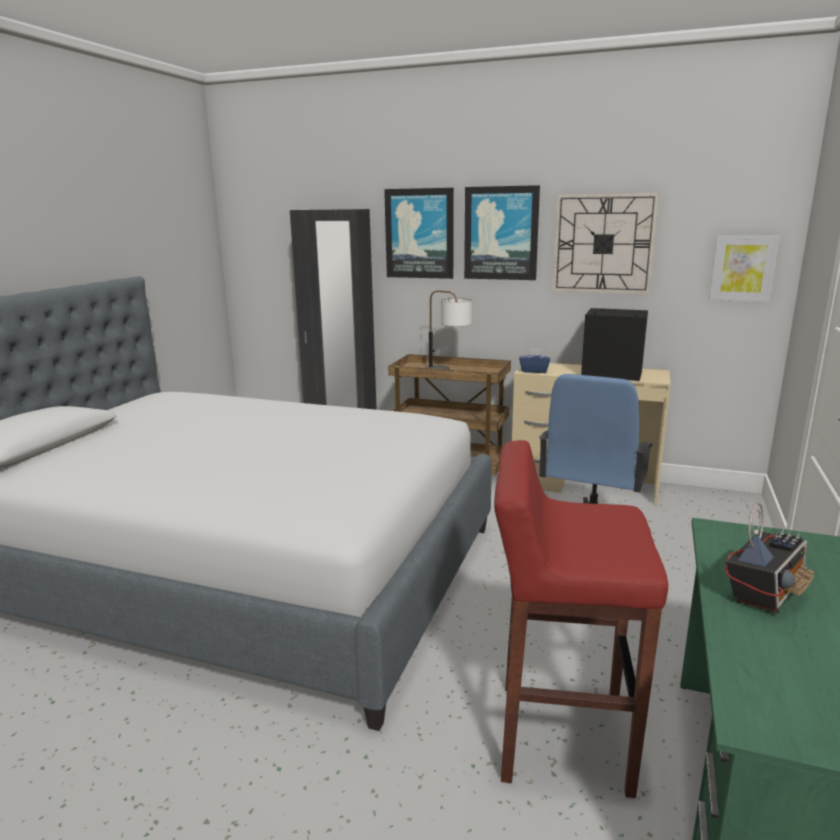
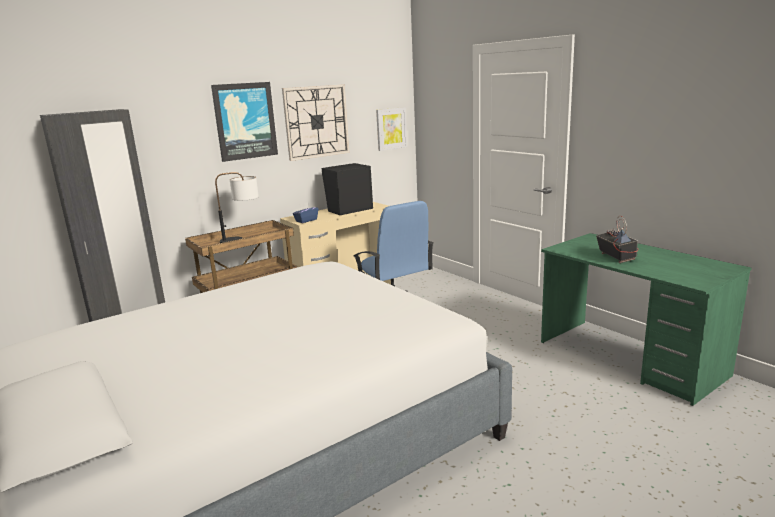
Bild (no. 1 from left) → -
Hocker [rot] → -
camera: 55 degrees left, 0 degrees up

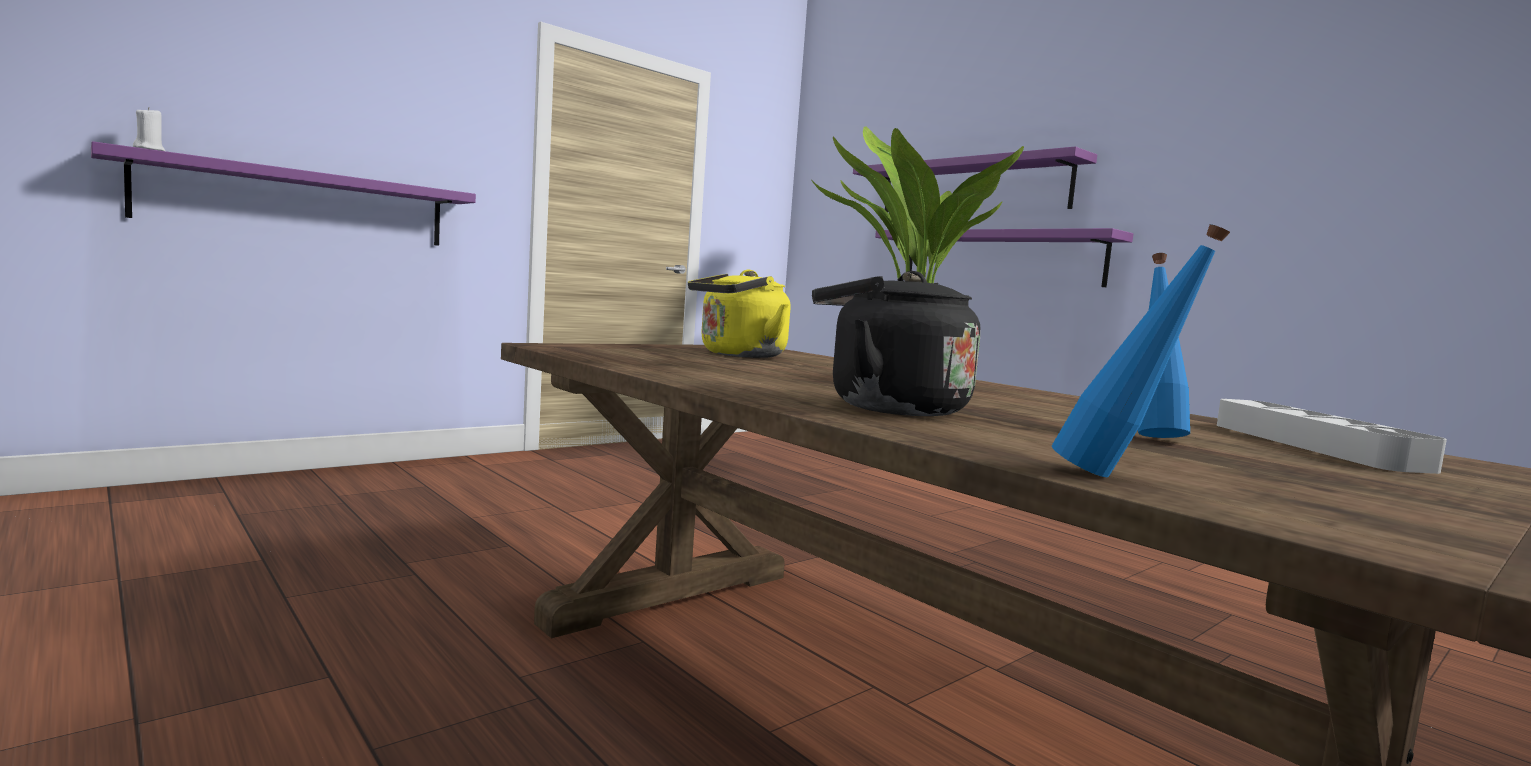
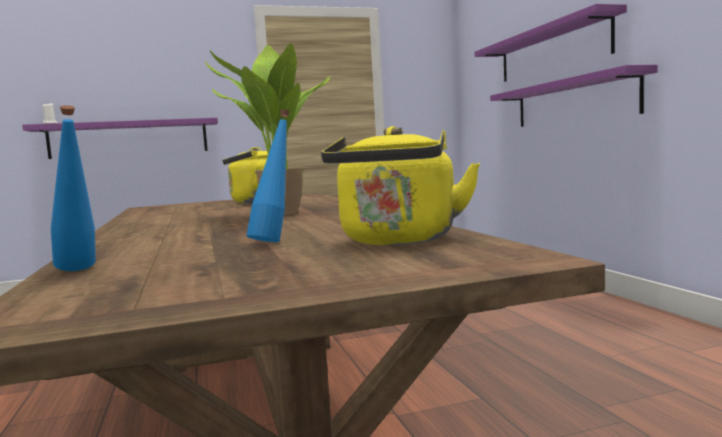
Tablett [grau] → Wasserkessel [gelb] (no. 2 from left)
Wasserkessel [schwarz] → -
camera: 25 degrees right, 0 degrees up

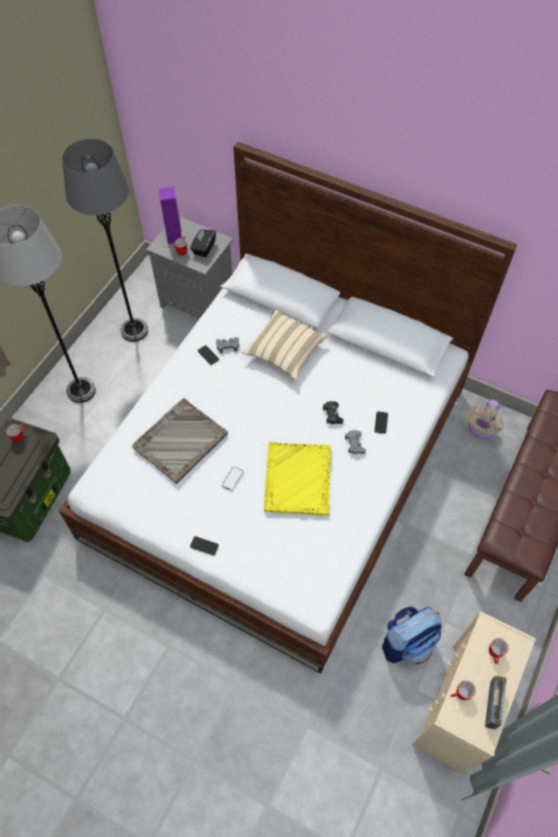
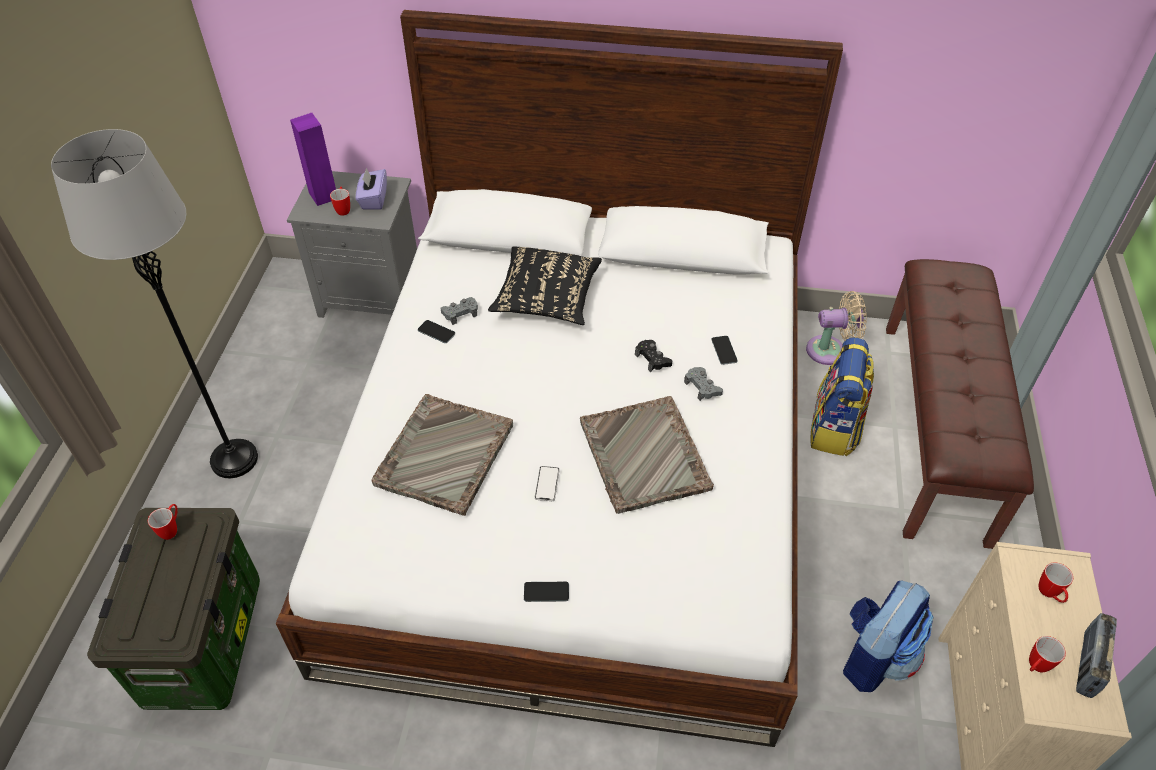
Taschentuchbox [schwarz] → Taschentuchbox [lila]
Kissen [beige] → Kissen [schwarz]
Tablett [gelb] → Tablett [grau] (no. 2 from left)
Ventilator [beige], 105 degrees counterclockwise
- → Rucksack (no. 1 from left)
Radio, 150 degrees counterclockwise
Stehlampe [grau] (no. 2 from left) → -
camera: 20 degrees left, 10 degrees down

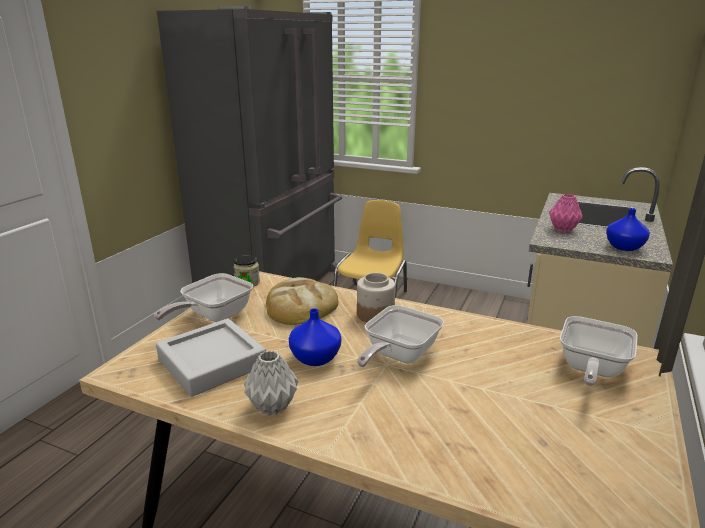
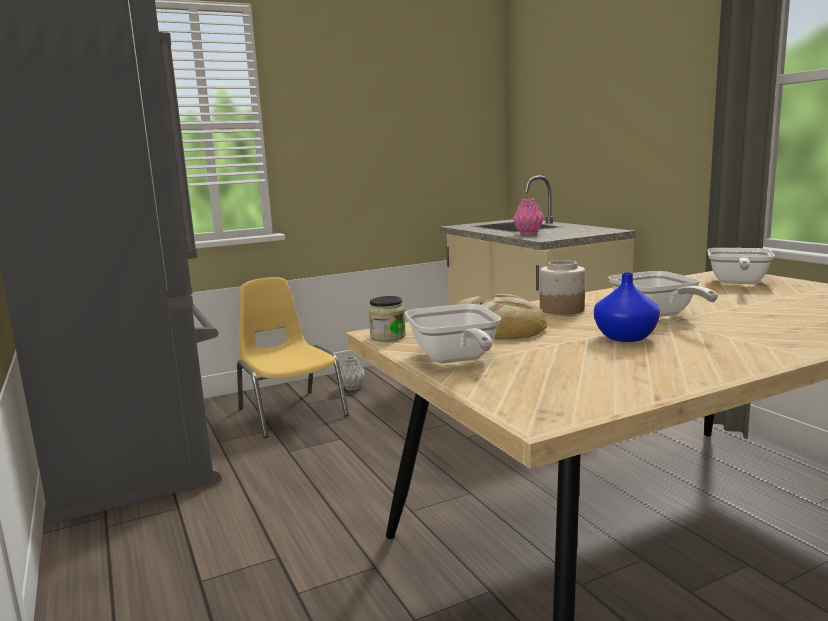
Vase [grau], shifted
Pfanne (no. 3 from left), 45 degrees clockwise
Tablett [grau] → -
Vase [blau] (no. 2 from left) → -
camera: 50 degrees left, 10 degrees down

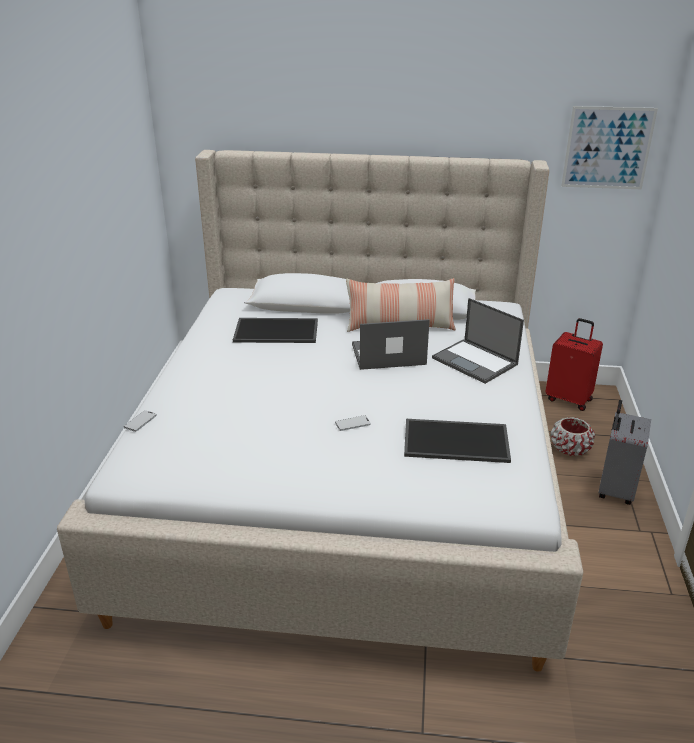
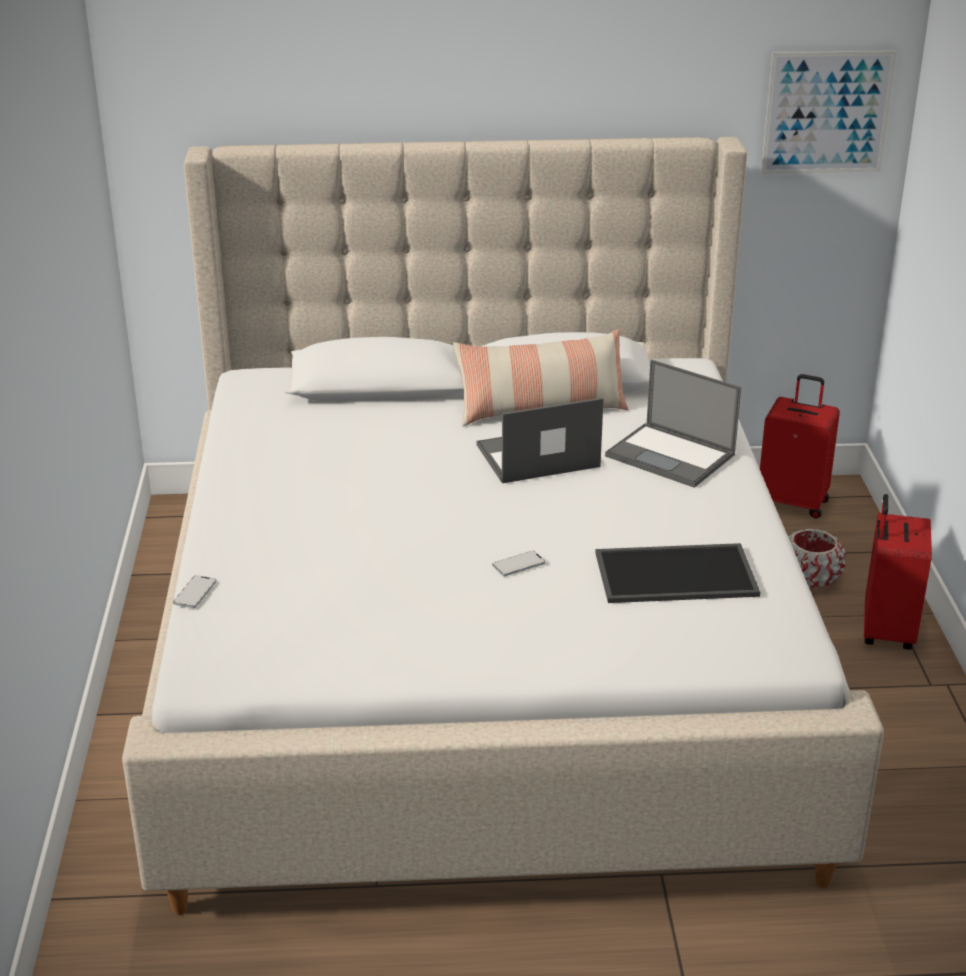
Koffer [grau] → Koffer [rot] (no. 2 from left)
Tablett (no. 1 from left) → -
camera: 10 degrees left, 0 degrees up

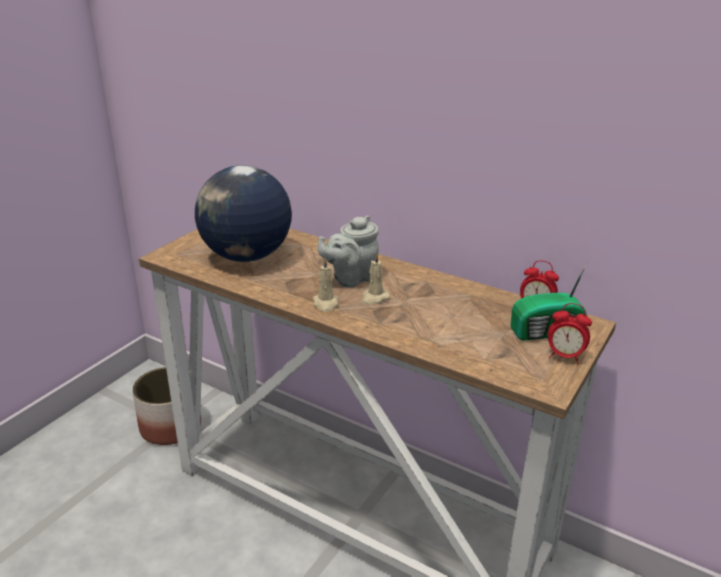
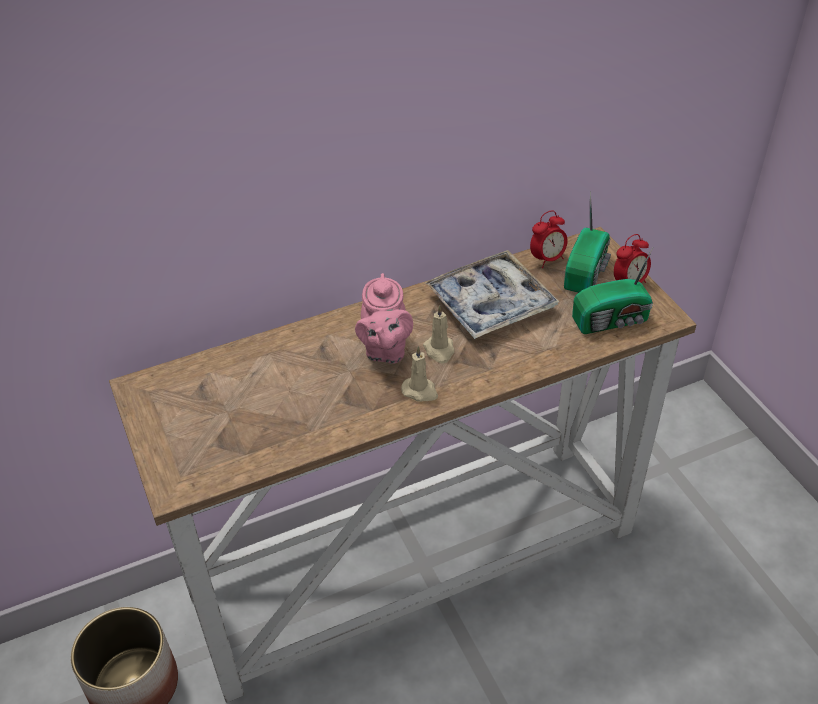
Teekanne [grau] → Teekanne [rosa]
- → Tablett
- → Radio (no. 2 from left)
Globus → -
camera: 55 degrees left, 15 degrees up

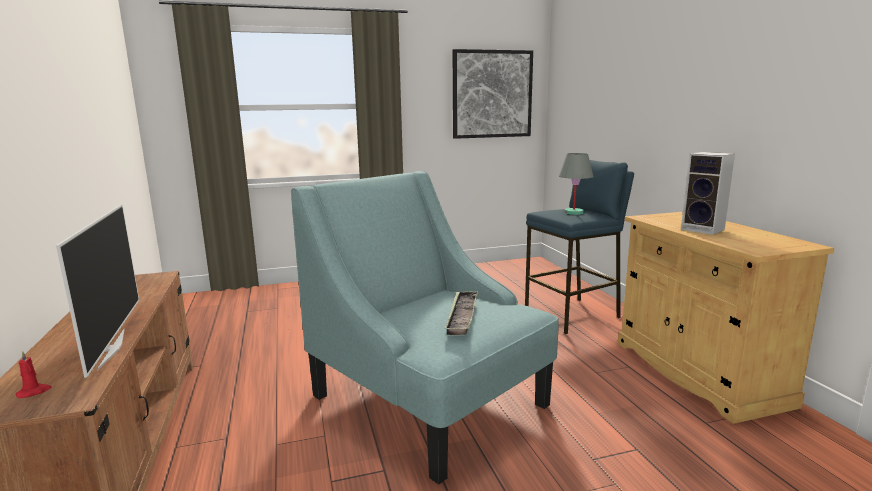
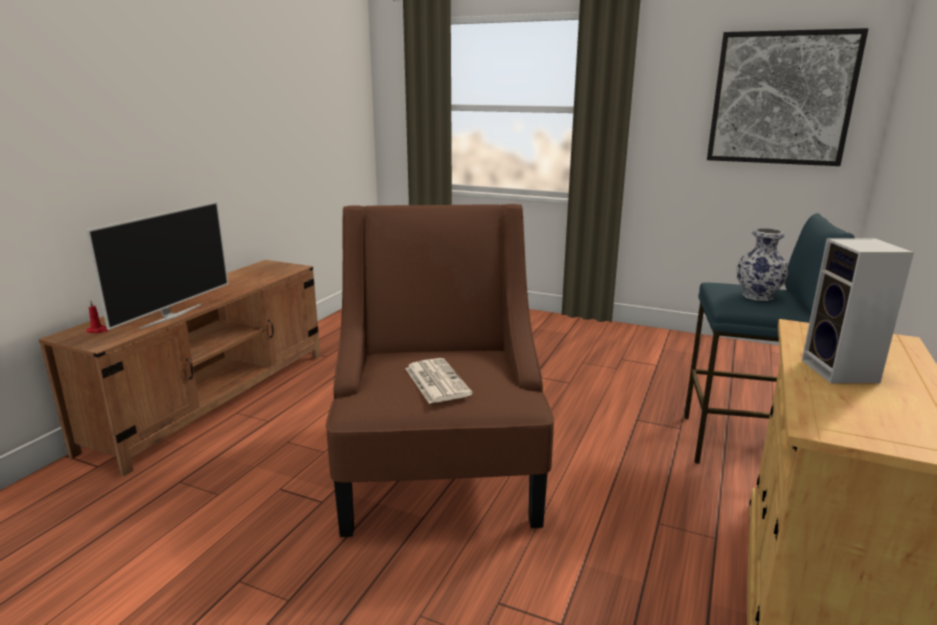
Sessel [türkis] → Sessel [braun]
Tablett → Zeitung
Tischlampe [grau] → Vase
camera: 40 degrees right, 5 degrees up

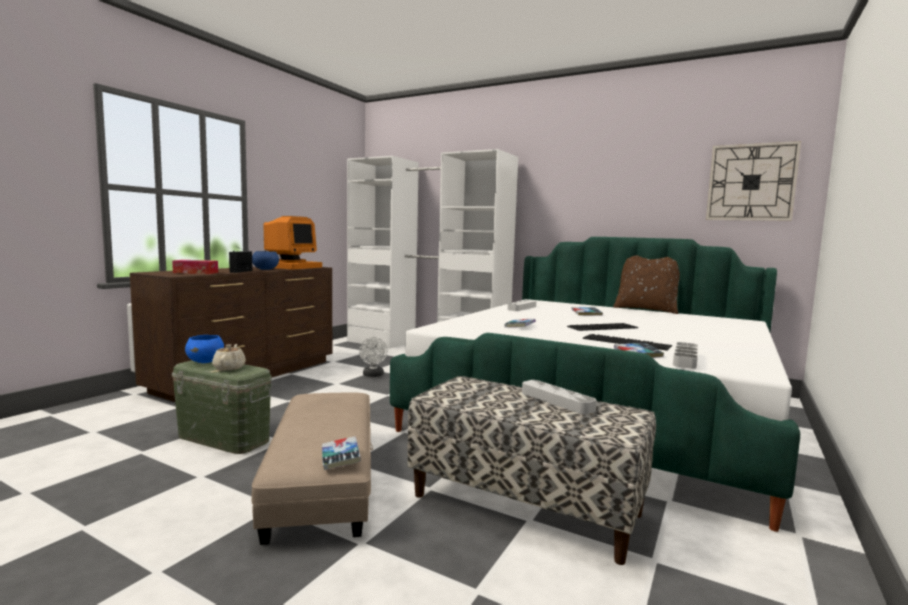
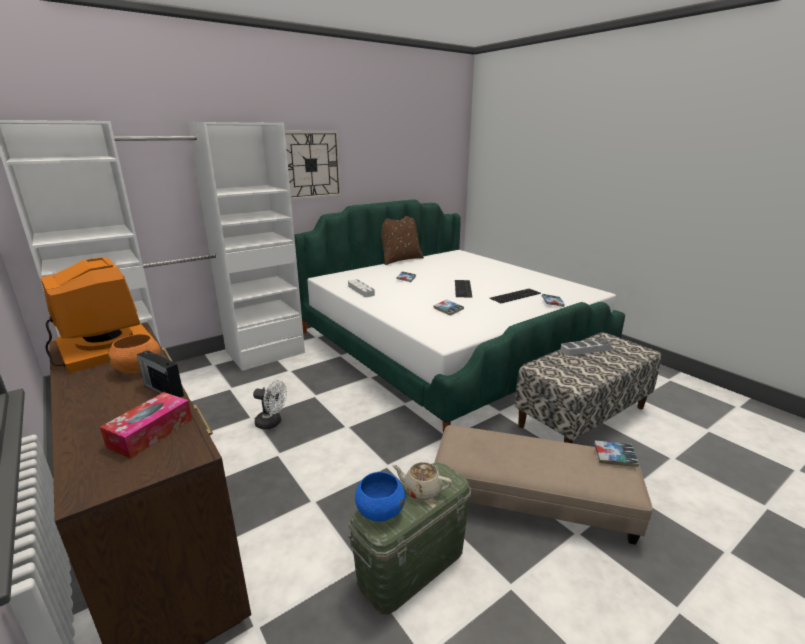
Schüssel [blau] (no. 2 from left) → Schüssel [orange]
Wanduhr, shifted
Tablett [grau] (no. 3 from left) → -
camera: 65 degrees left, 15 degrees up

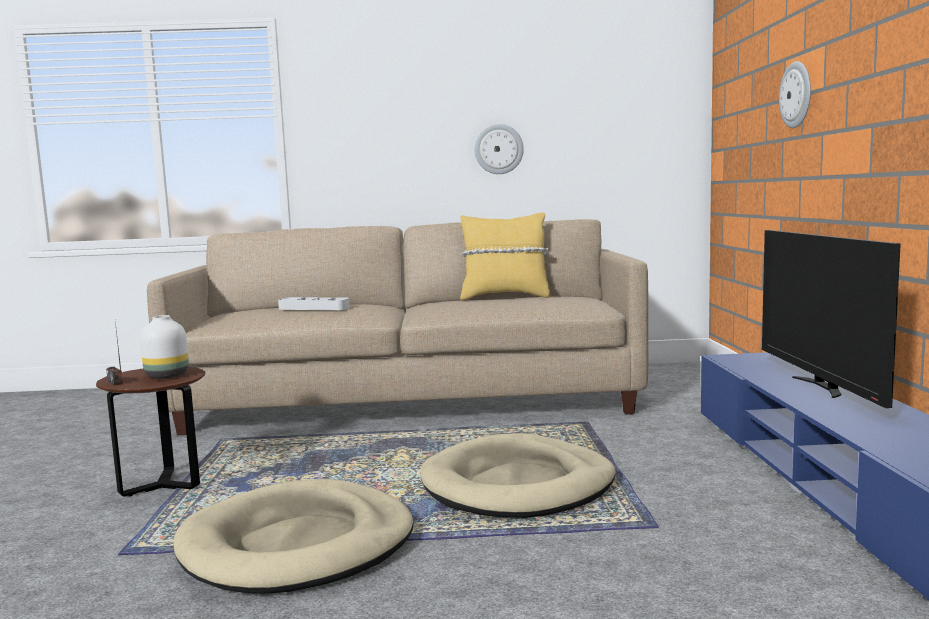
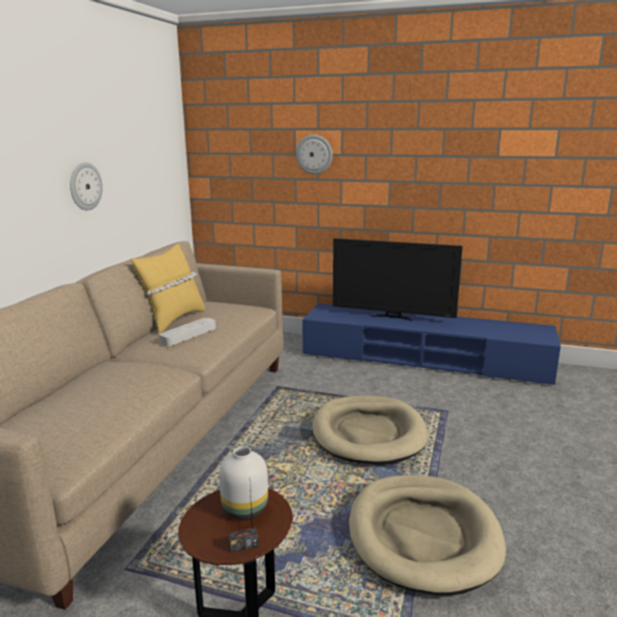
Tablett [grau], shifted
camera: 70 degrees left, 10 degrees up

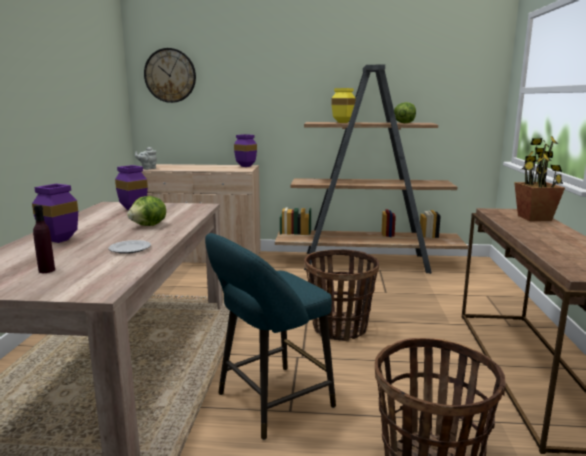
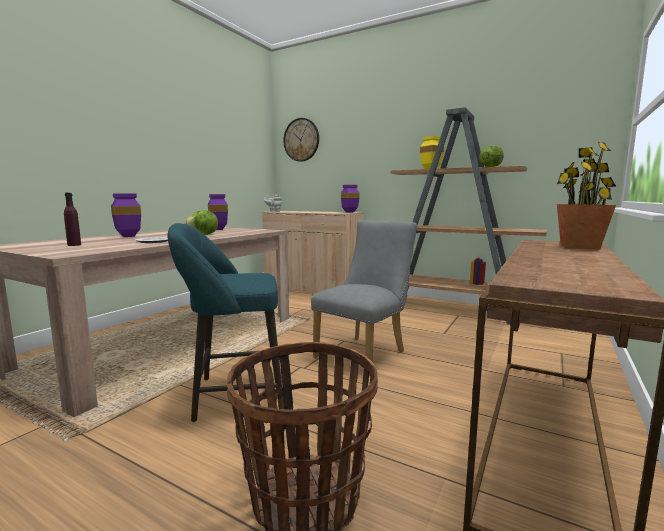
Korb (no. 1 from left) → Stuhl [grau]
camera: 25 degrees right, 5 degrees down

